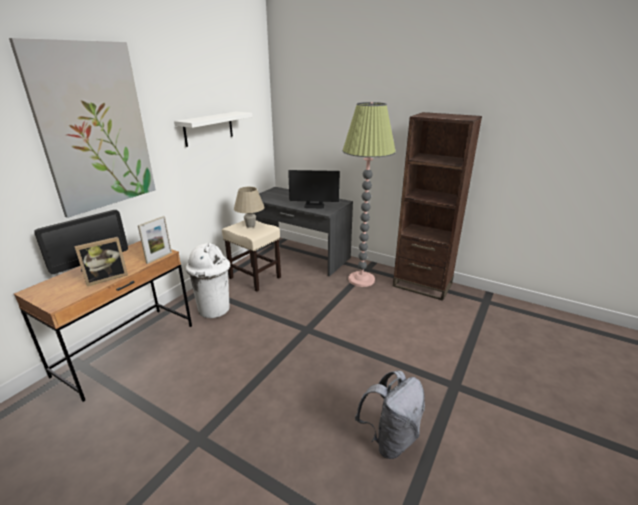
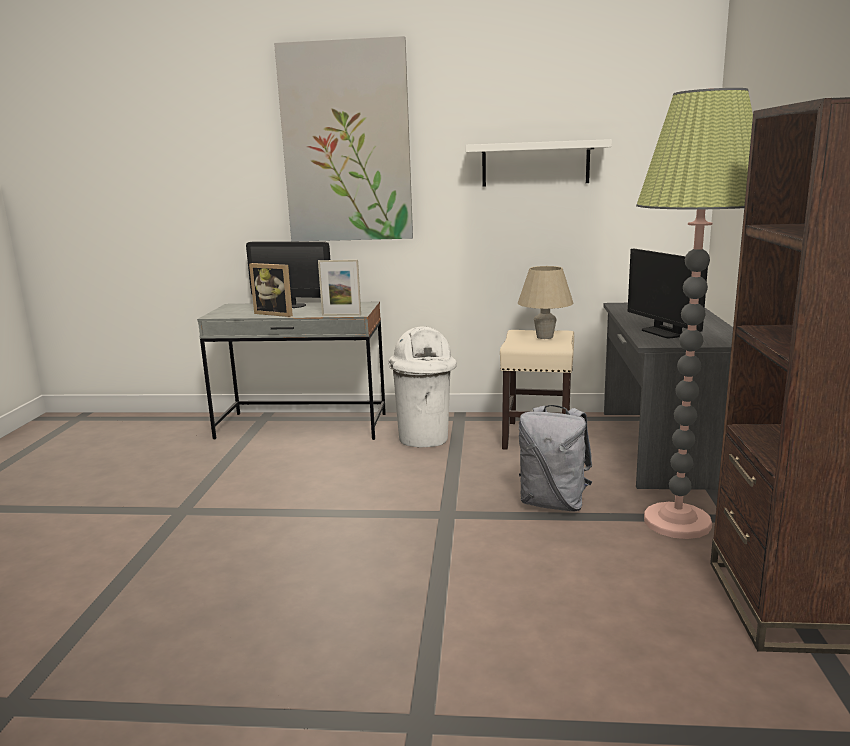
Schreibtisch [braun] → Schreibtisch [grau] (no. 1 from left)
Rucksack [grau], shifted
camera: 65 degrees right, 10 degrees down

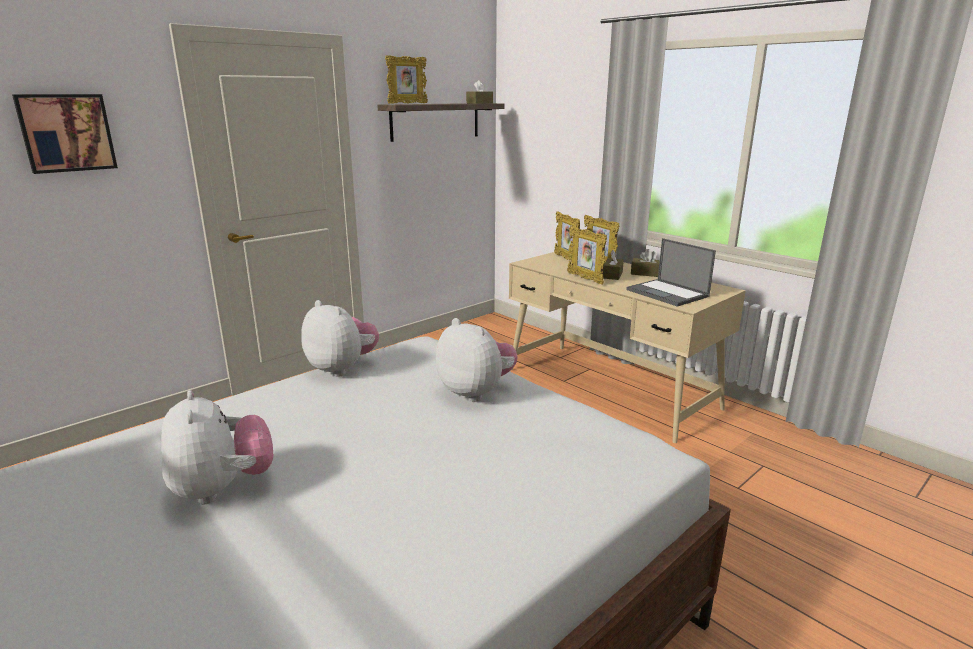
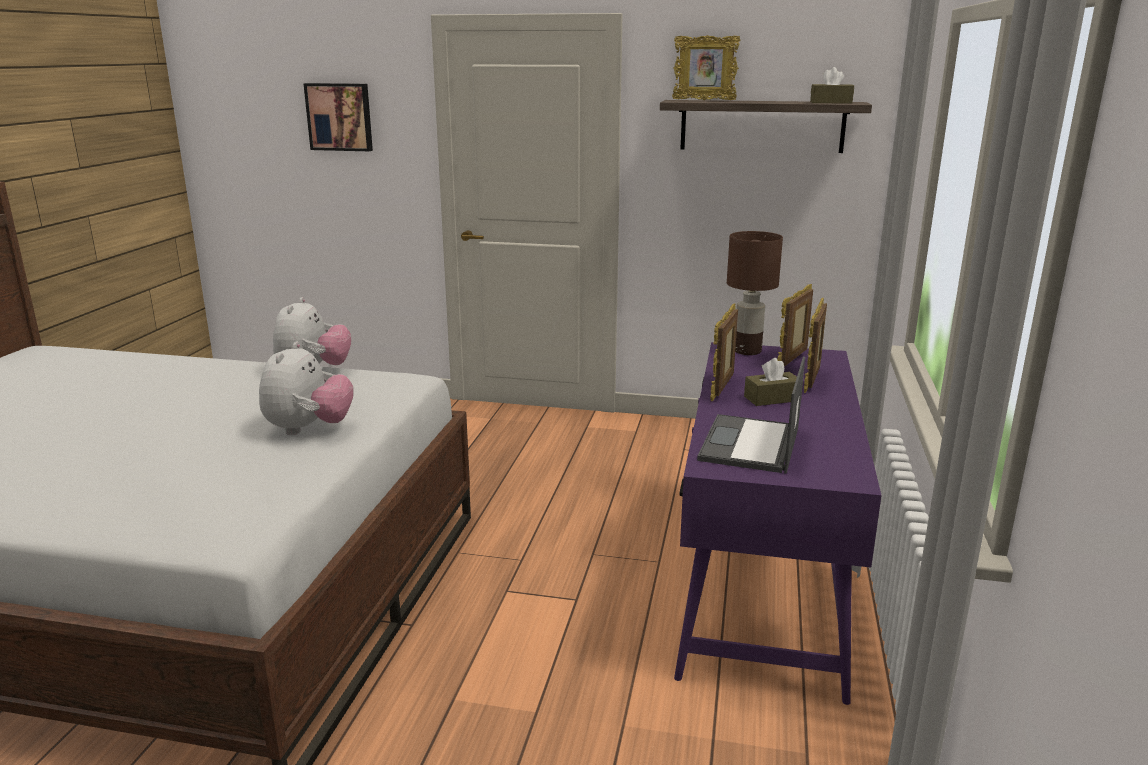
Schreibtisch [beige] → Schreibtisch [lila]
- → Tischlampe [braun]
Plüschtier (no. 1 from left) → -
Taschentuchbox [braun] (no. 3 from left) → -
camera: 55 degrees right, 0 degrees up

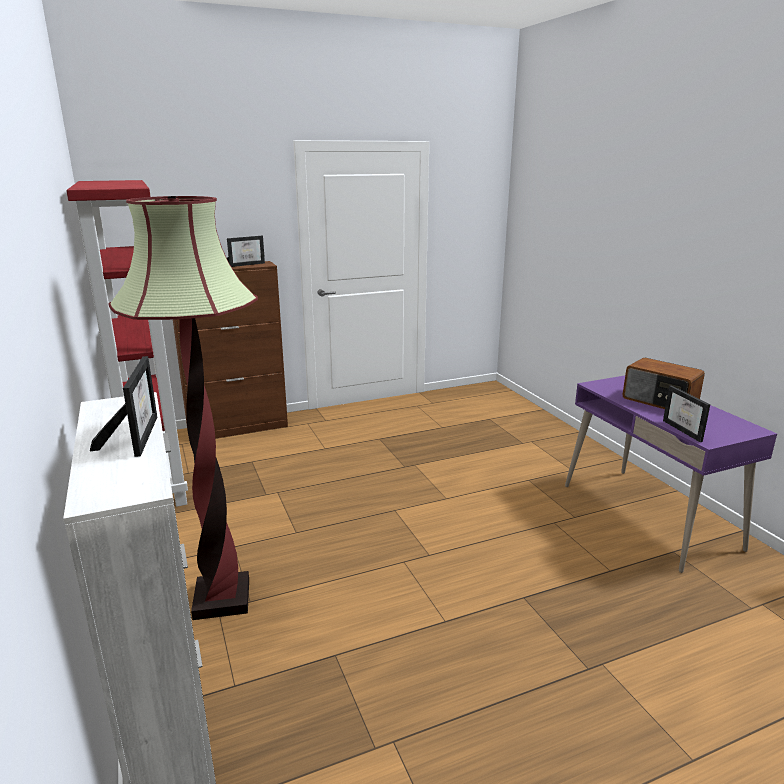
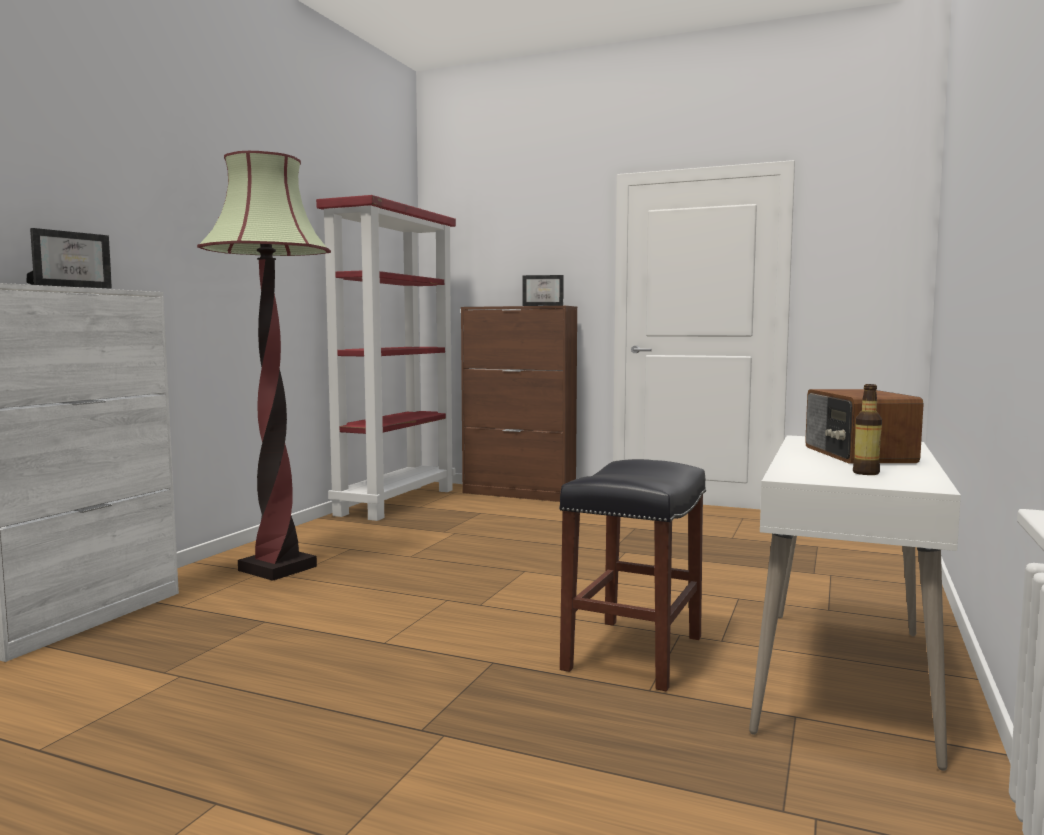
- → Hocker [schwarz]
Schreibtisch [lila] → Schreibtisch [weiß]
- → Flasche
Bilderrahmen (no. 3 from left) → -
camera: 45 degrees right, 15 degrees down

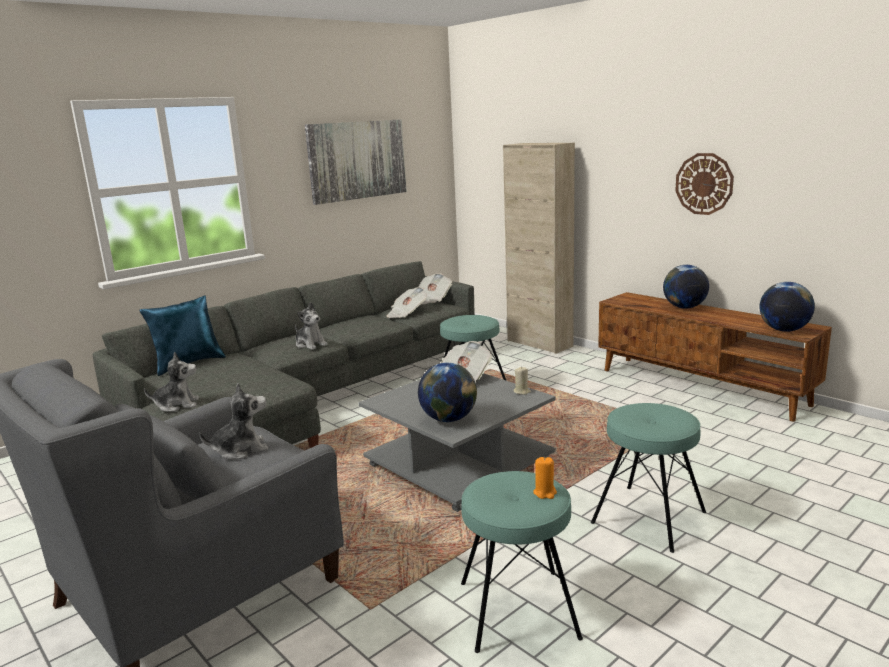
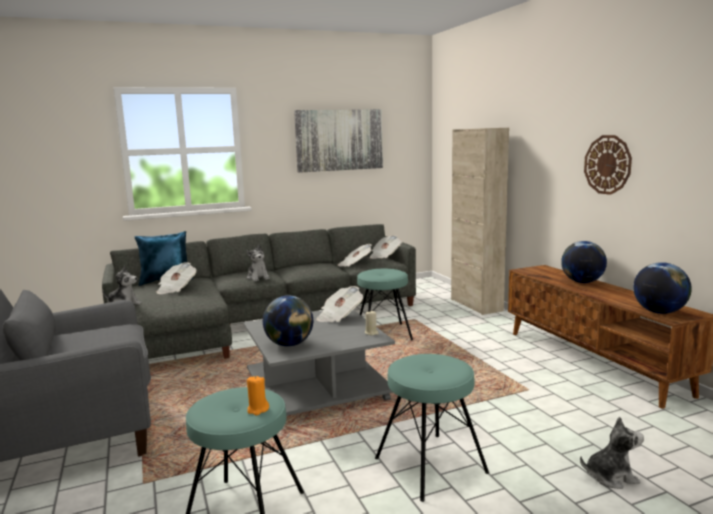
- → Zeitung (no. 1 from left)
Plüschtier (no. 2 from left in the first image) → Plüschtier (no. 3 from left), shifted
camera: 20 degrees right, 5 degrees down

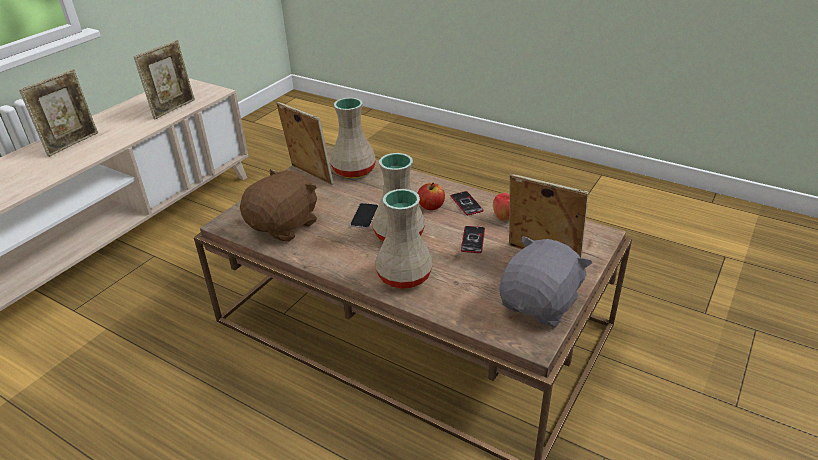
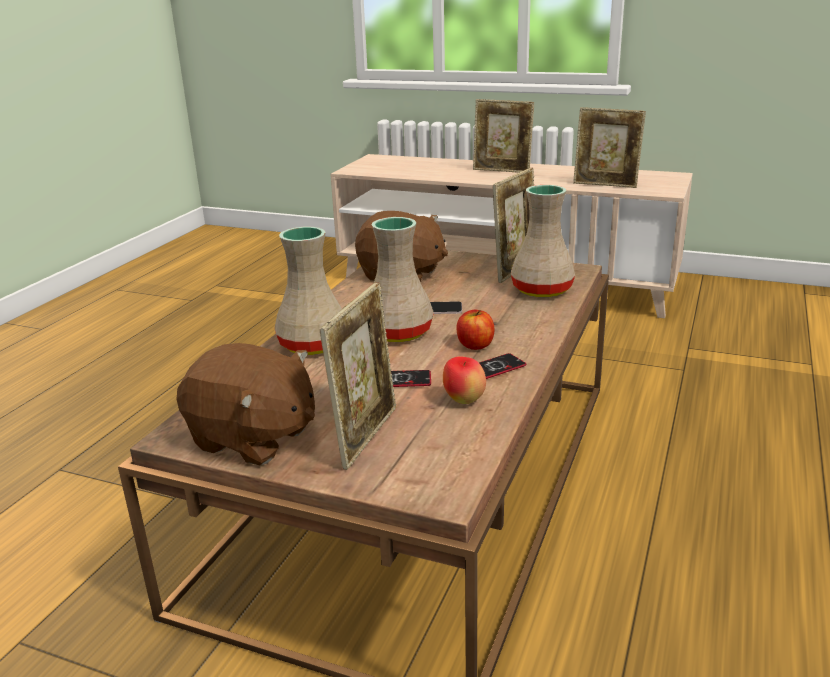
Plüschtier [grau] → Plüschtier [braun] (no. 1 from left)
camera: 80 degrees right, 10 degrees down

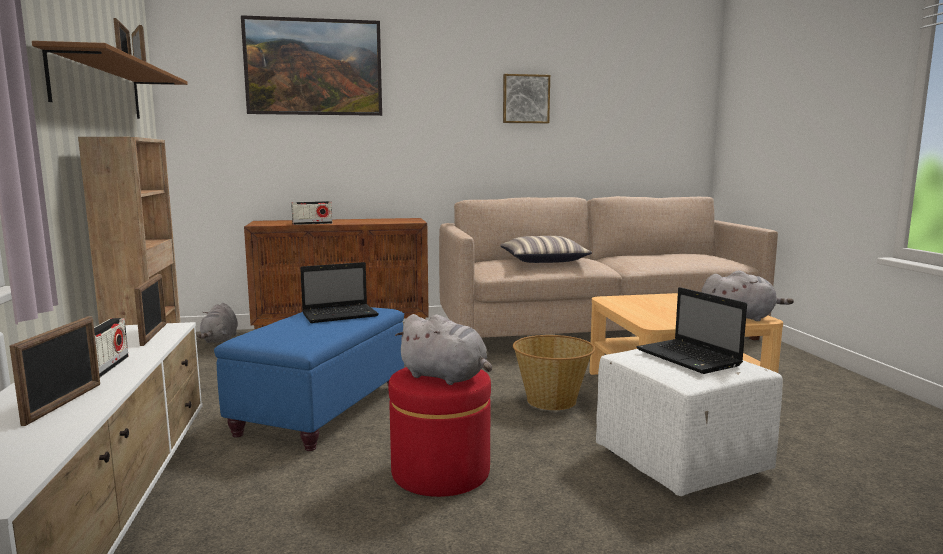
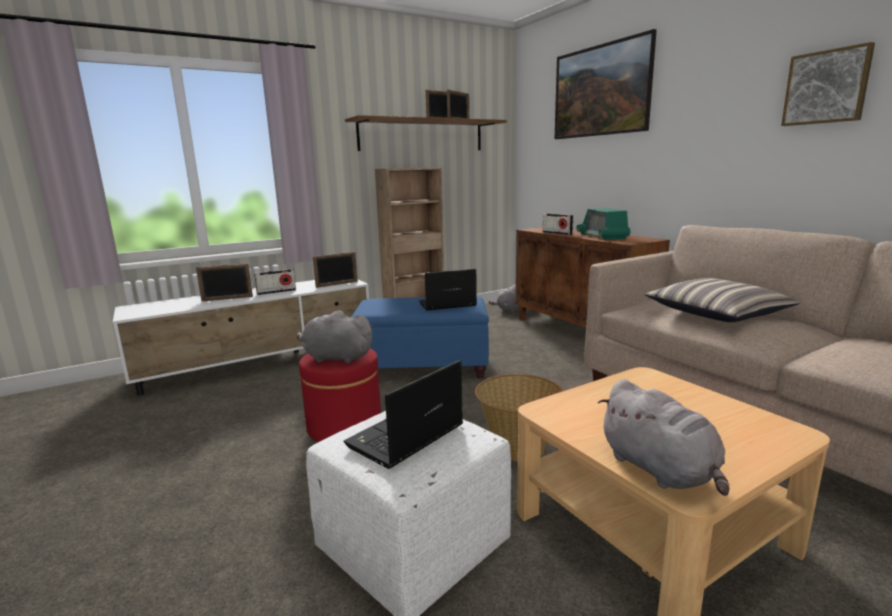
Plüschtier [grau] (no. 2 from left in the first image) → Plüschtier [grau] (no. 1 from left), 90 degrees clockwise
Laptop (no. 1 from left in the first image) → Laptop (no. 2 from left), 120 degrees clockwise
- → Radio (no. 3 from left)
camera: 70 degrees right, 5 degrees up

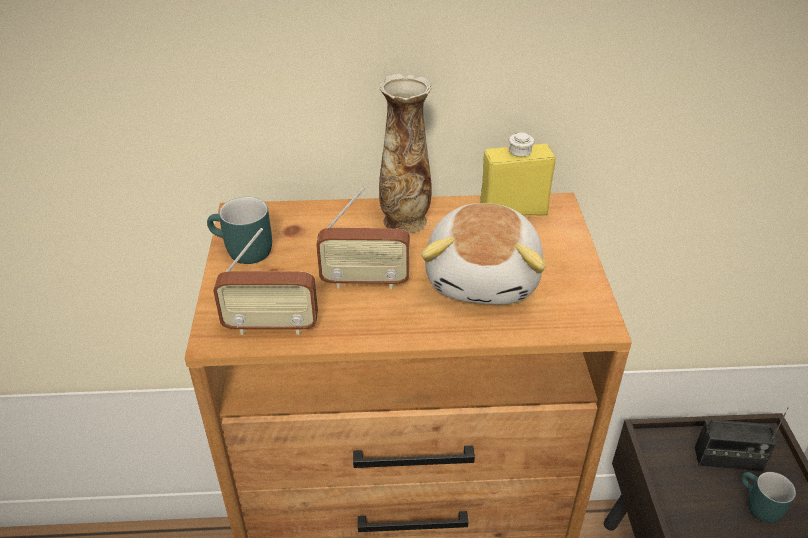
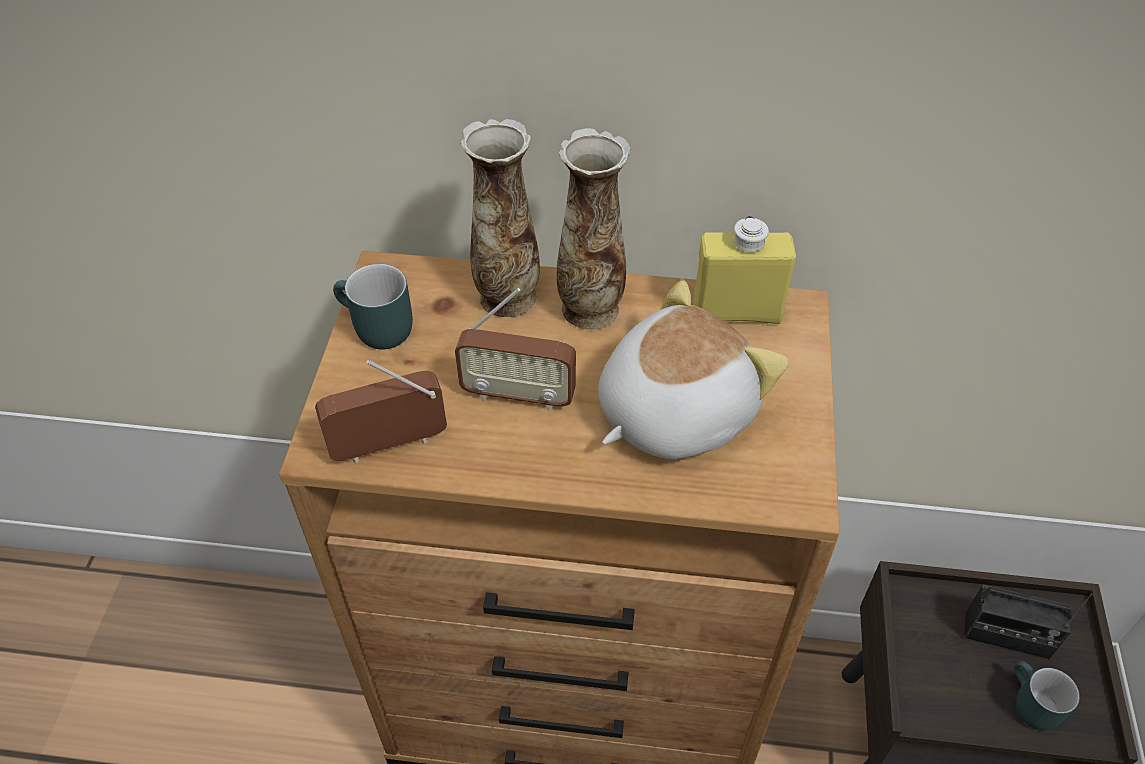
Radio (no. 1 from left), 150 degrees clockwise
- → Vase (no. 1 from left)
Plüschtier, 150 degrees counterclockwise
camera: 10 degrees right, 10 degrees up

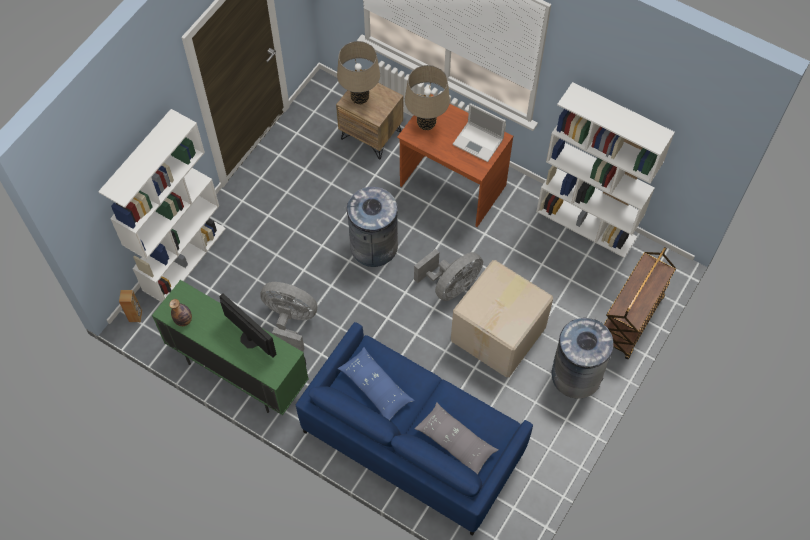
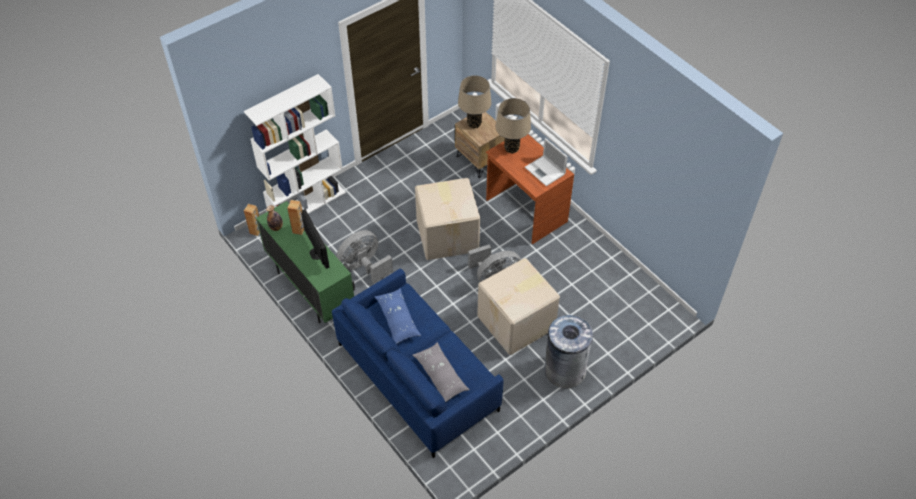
- → Lautsprecher [braun] (no. 2 from left)
Ventilator [grau] (no. 1 from left), 75 degrees counterclockwise
Mülleimer [grau] (no. 1 from left) → Karton (no. 1 from left)
Bücherregal [weiß] (no. 2 from left) → -
Rollwagen [braun] → -
camera: 20 degrees right, 10 degrees down

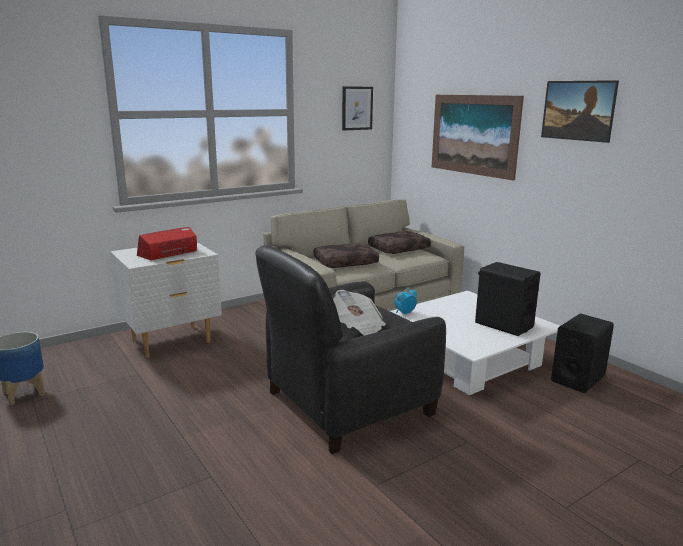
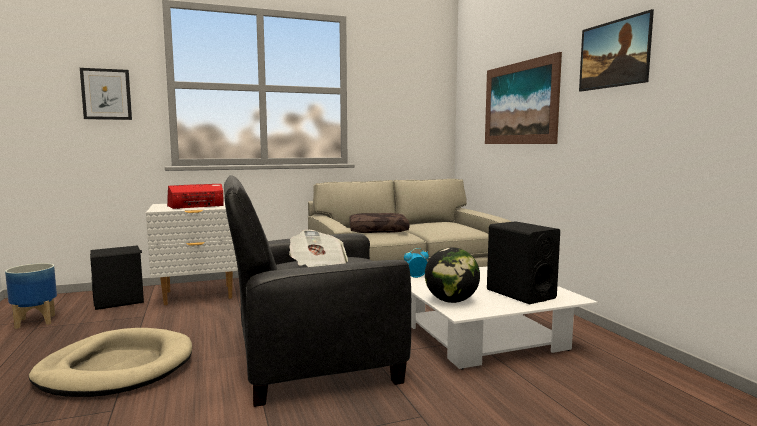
- → Hundebett [beige]
Bild (no. 1 from left), shifted
Lautsprecher [schwarz] (no. 2 from left in the first image) → Lautsprecher [schwarz] (no. 1 from left), shifted
- → Globus
Kissen [braun] (no. 2 from left) → -
camera: 15 degrees right, 10 degrees down

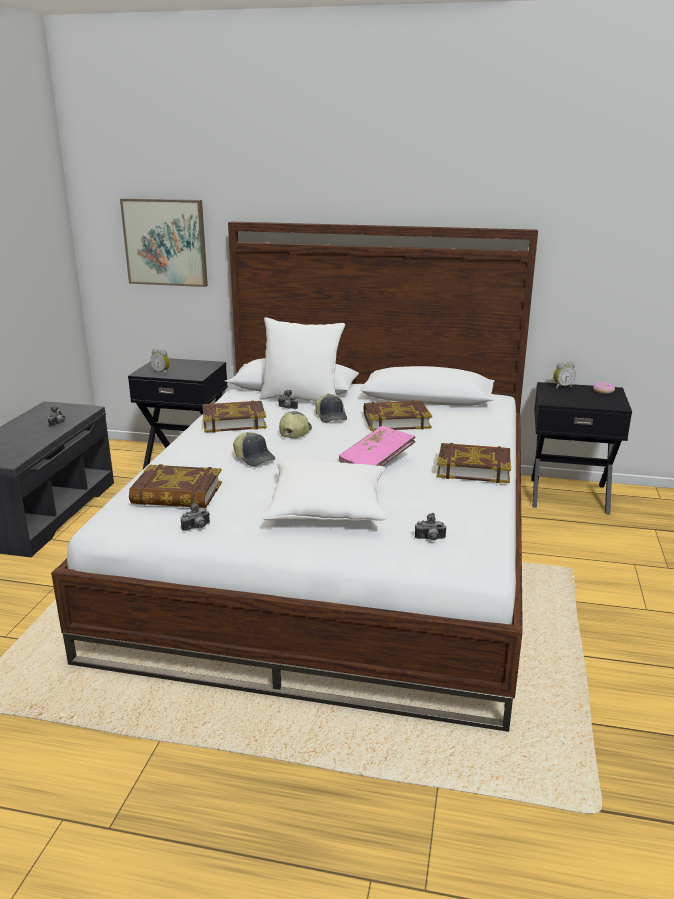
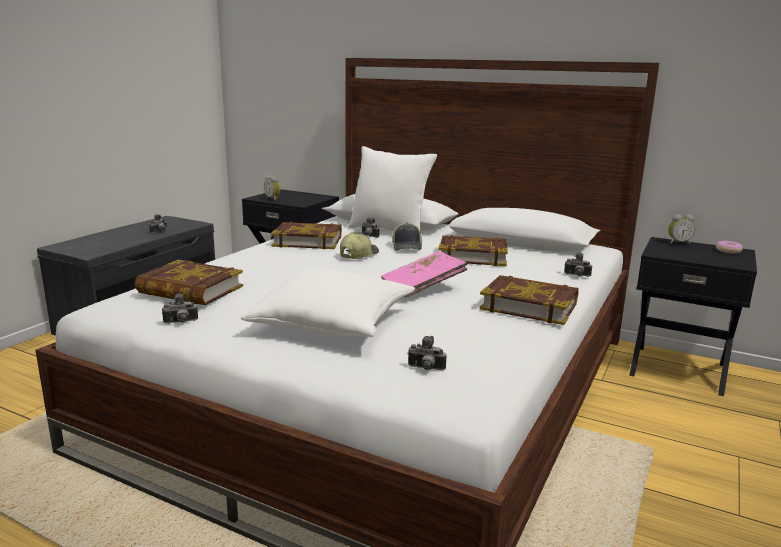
- → Kamera (no. 5 from left)
Bild → -
Kappe (no. 1 from left) → -
camera: 15 degrees right, 5 degrees down

